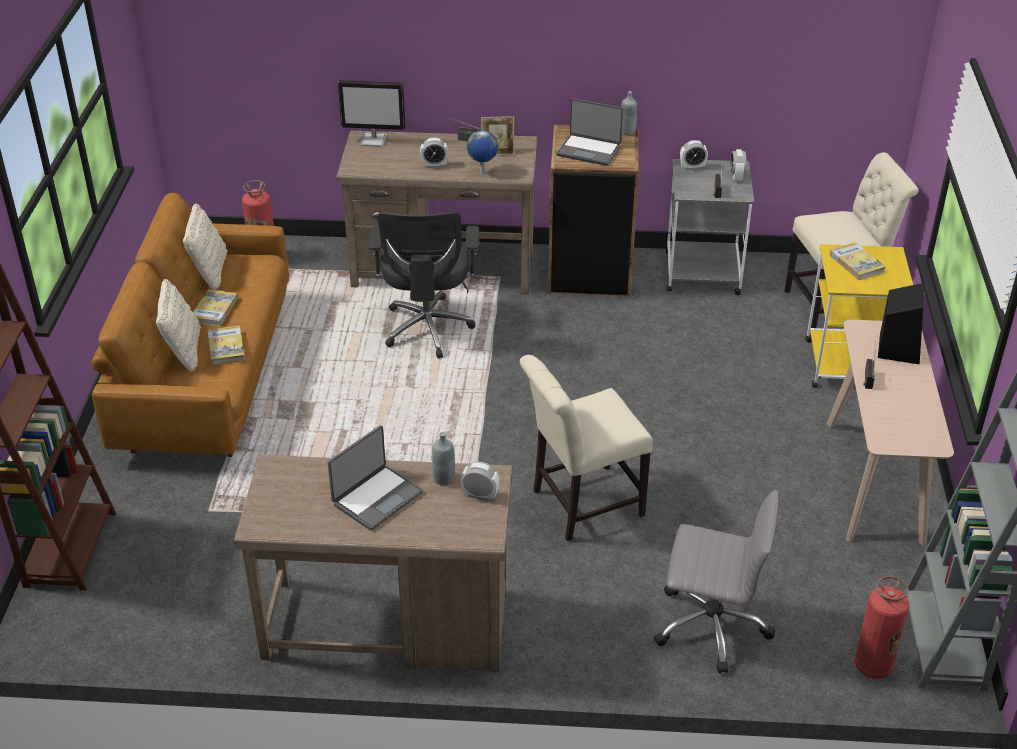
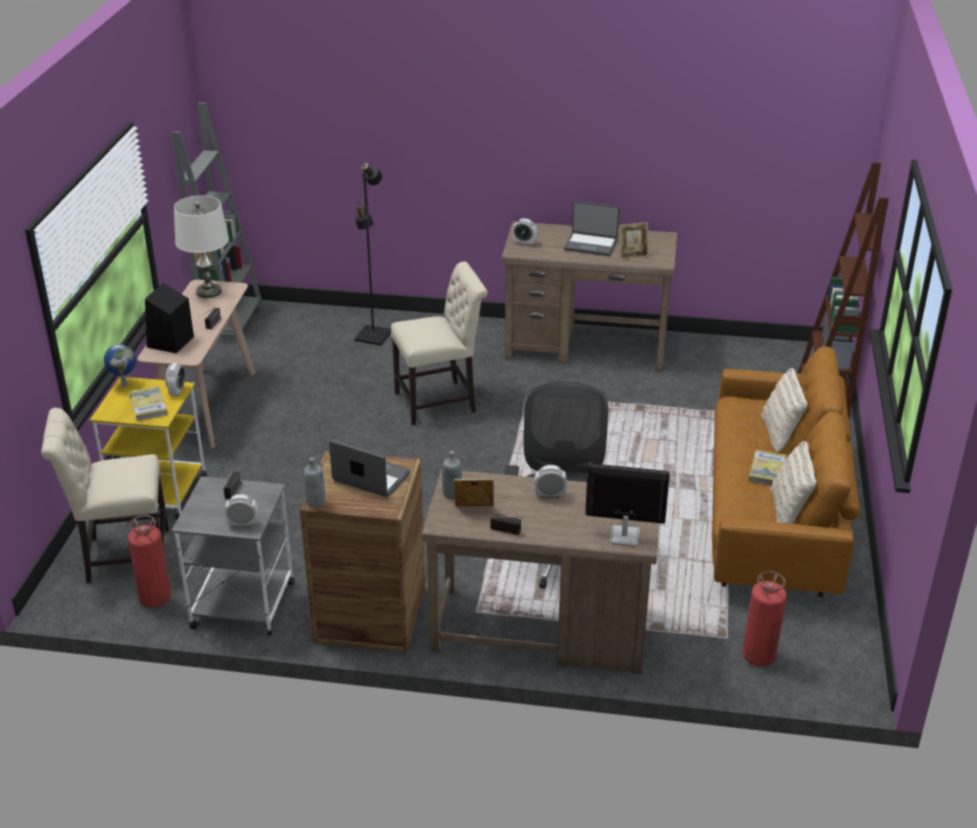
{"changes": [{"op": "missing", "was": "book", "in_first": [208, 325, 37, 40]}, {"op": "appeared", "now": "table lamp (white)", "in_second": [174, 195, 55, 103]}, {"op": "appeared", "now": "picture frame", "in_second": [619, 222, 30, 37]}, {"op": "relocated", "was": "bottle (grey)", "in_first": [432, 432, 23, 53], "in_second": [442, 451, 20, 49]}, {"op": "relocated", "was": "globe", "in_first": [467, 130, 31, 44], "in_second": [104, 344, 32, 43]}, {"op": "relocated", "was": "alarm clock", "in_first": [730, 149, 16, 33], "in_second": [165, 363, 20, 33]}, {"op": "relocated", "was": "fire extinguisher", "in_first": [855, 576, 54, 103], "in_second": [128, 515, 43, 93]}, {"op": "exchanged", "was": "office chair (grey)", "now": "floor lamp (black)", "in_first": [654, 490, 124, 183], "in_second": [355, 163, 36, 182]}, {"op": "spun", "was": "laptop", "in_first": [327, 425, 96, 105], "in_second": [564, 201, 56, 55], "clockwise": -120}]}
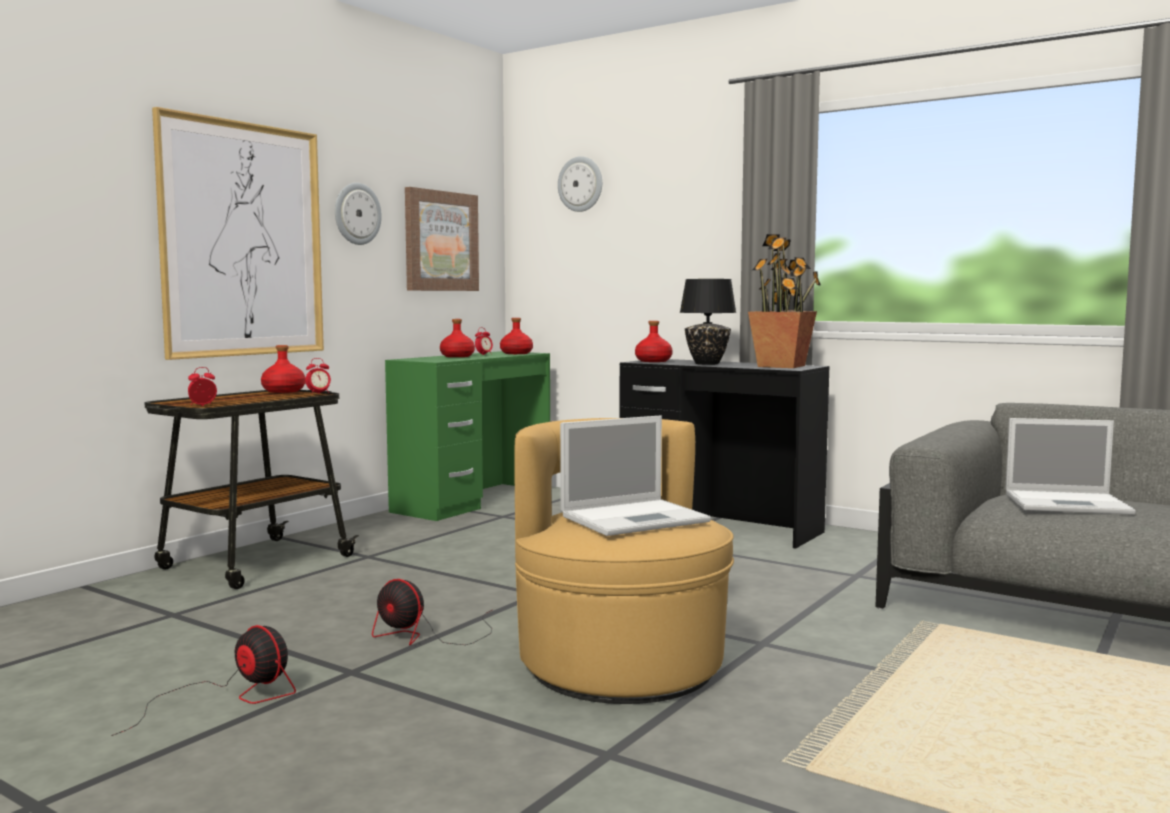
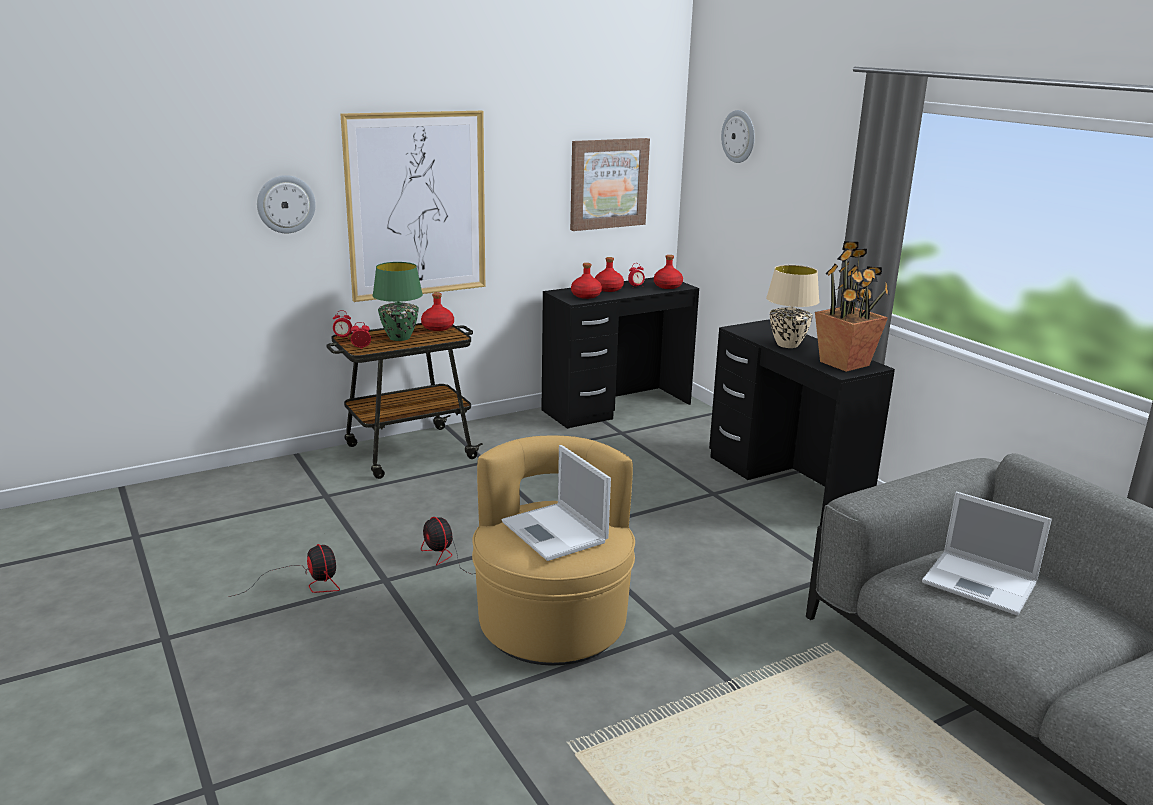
{"changes": [{"op": "appeared", "now": "table lamp (green)", "in_second": [373, 262, 50, 79]}, {"op": "relocated", "was": "alarm clock", "in_first": [305, 358, 26, 36], "in_second": [333, 310, 19, 29]}, {"op": "relocated", "was": "wall clock", "in_first": [335, 183, 47, 62], "in_second": [257, 175, 59, 58]}, {"op": "relocated", "was": "bottle (red)", "in_first": [635, 321, 38, 41], "in_second": [571, 263, 31, 36]}, {"op": "colour", "was": "desk (green)", "now": "desk (black)", "in_first": [385, 351, 165, 170], "in_second": [542, 277, 157, 152]}, {"op": "colour", "was": "table lamp (black)", "now": "table lamp (beige)", "in_first": [680, 279, 56, 86], "in_second": [766, 265, 54, 83]}, {"op": "spun", "was": "laptop", "in_first": [560, 415, 151, 121], "in_second": [502, 445, 109, 116], "clockwise": 60}]}
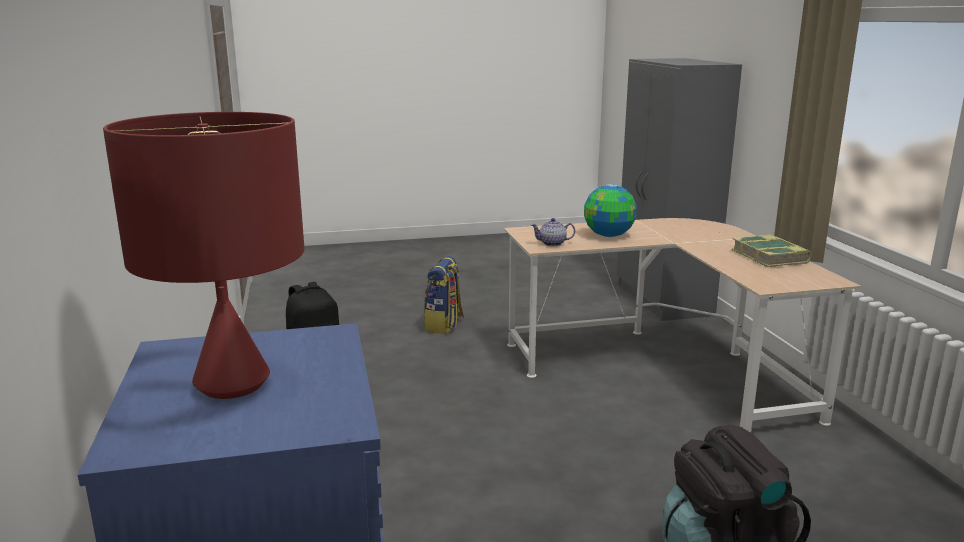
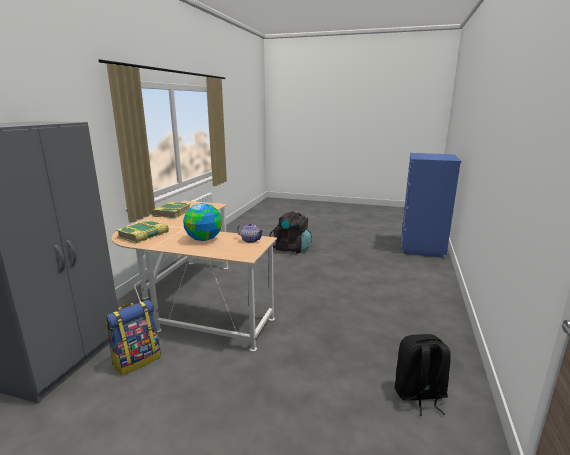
{"changes": [{"op": "missing", "was": "table lamp (red)", "in_first": [103, 112, 201, 287]}, {"op": "appeared", "now": "book", "in_second": [116, 220, 53, 23]}, {"op": "relocated", "was": "backpack", "in_first": [423, 256, 41, 78], "in_second": [106, 300, 55, 75]}]}
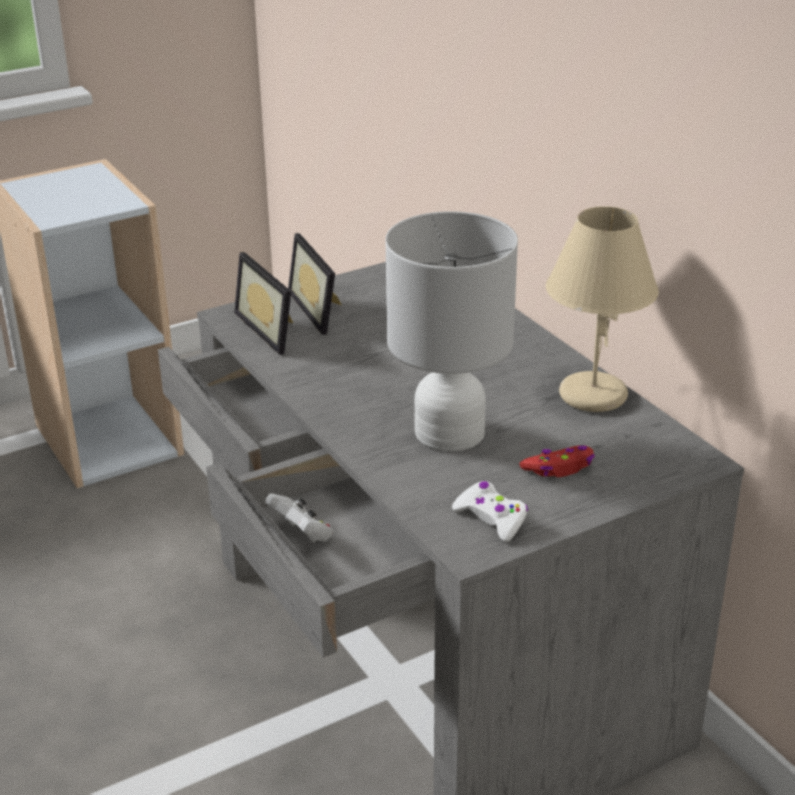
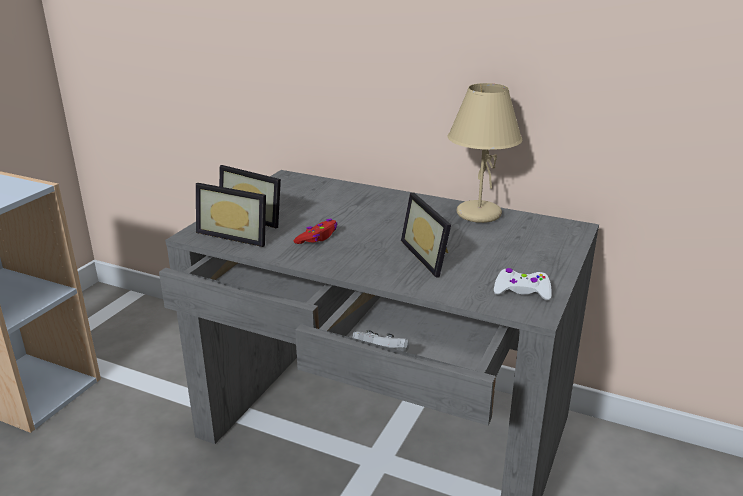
{"changes": [{"op": "relocated", "was": "game controller (red)", "in_first": [519, 445, 76, 32], "in_second": [294, 219, 43, 25]}, {"op": "exchanged", "was": "table lamp (grey)", "now": "picture frame", "in_first": [386, 211, 132, 240], "in_second": [401, 192, 50, 85]}]}
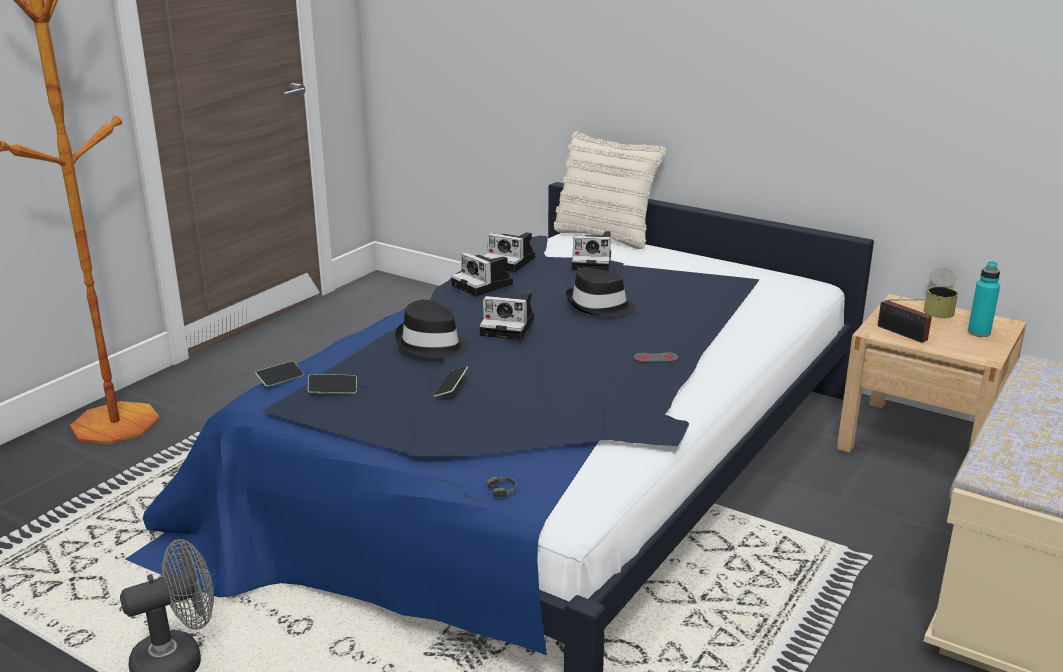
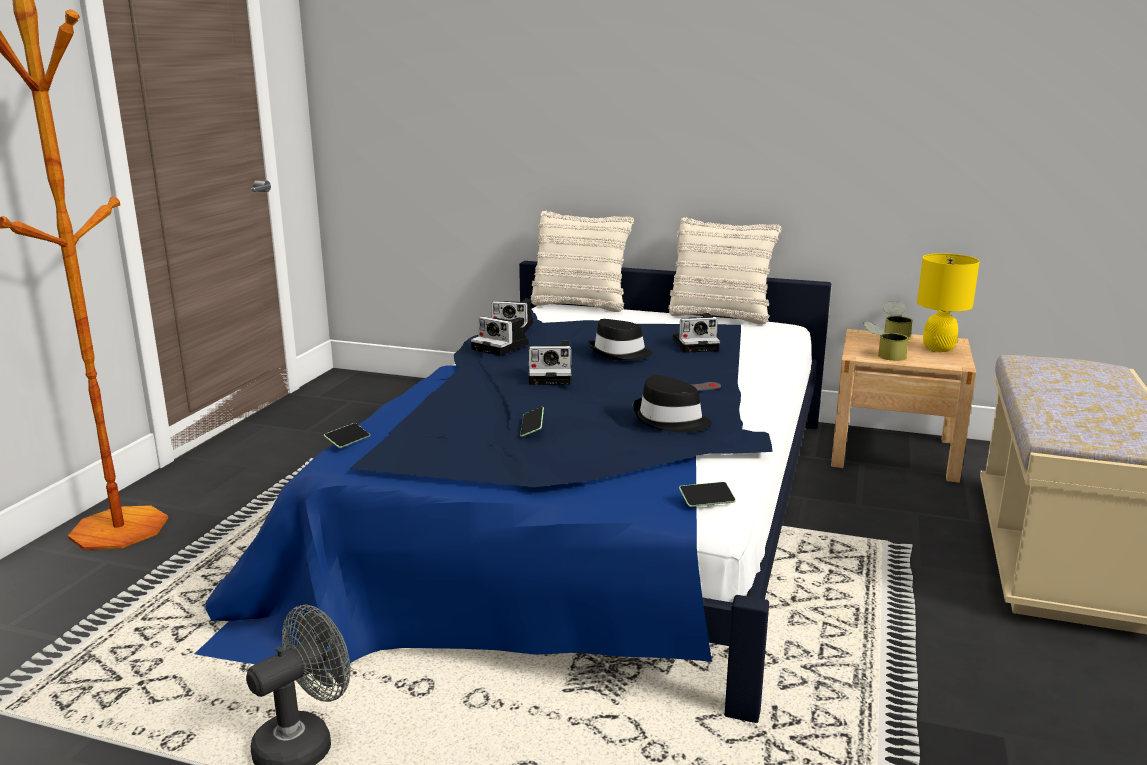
{"changes": [{"op": "missing", "was": "headphones", "in_first": [437, 477, 80, 23]}, {"op": "appeared", "now": "pillow (beige)", "in_second": [668, 217, 113, 107]}, {"op": "relocated", "was": "phone", "in_first": [308, 374, 49, 20], "in_second": [679, 482, 57, 25]}, {"op": "relocated", "was": "hat (black)", "in_first": [395, 300, 73, 58], "in_second": [633, 375, 79, 58]}, {"op": "relocated", "was": "photo camera", "in_first": [572, 231, 39, 40], "in_second": [673, 313, 47, 40]}, {"op": "exchanged", "was": "radio", "now": "can", "in_first": [878, 299, 62, 44], "in_second": [863, 321, 46, 40]}, {"op": "exchanged", "was": "bottle (turquoise)", "now": "table lamp (yellow)", "in_first": [968, 261, 32, 76], "in_second": [917, 253, 63, 99]}]}
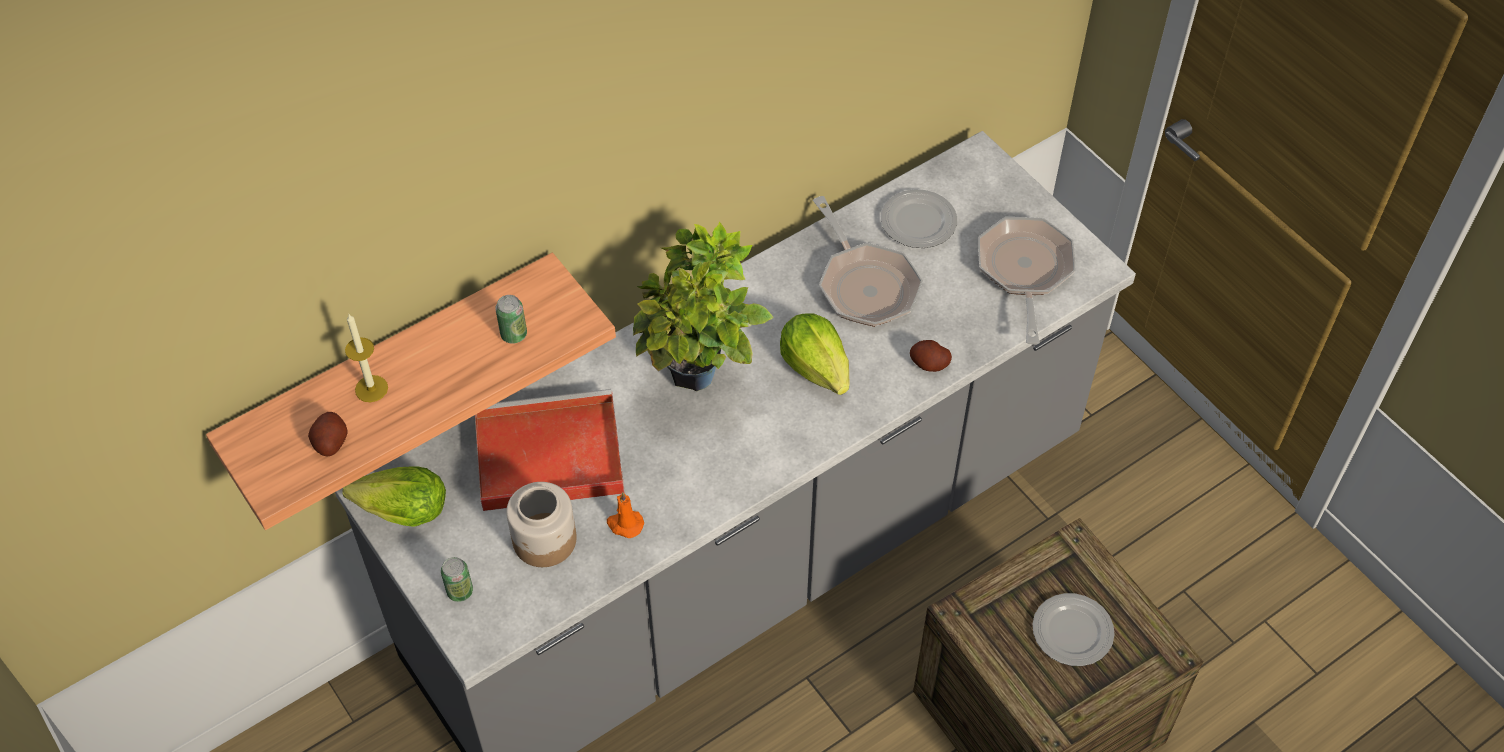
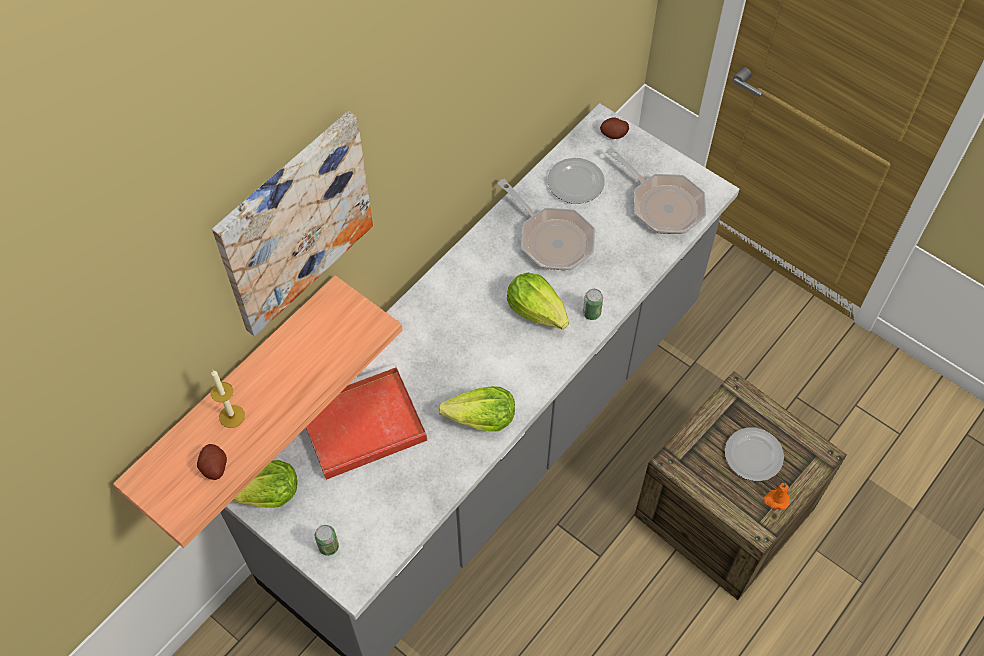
{"changes": [{"op": "missing", "was": "jar", "in_first": [506, 482, 71, 85]}, {"op": "missing", "was": "potted plant", "in_first": [633, 222, 141, 169]}, {"op": "appeared", "now": "picture", "in_second": [212, 111, 161, 225]}, {"op": "appeared", "now": "lettuce", "in_second": [438, 386, 77, 46]}, {"op": "relocated", "was": "can", "in_first": [495, 295, 32, 49], "in_second": [583, 289, 20, 31]}, {"op": "relocated", "was": "candle (orange)", "in_first": [607, 492, 37, 46], "in_second": [763, 483, 27, 27]}, {"op": "relocated", "was": "potato", "in_first": [910, 340, 42, 32], "in_second": [600, 117, 29, 22]}, {"op": "spun", "was": "frying pan", "in_first": [978, 217, 98, 128], "in_second": [606, 147, 100, 87], "clockwise": 150}]}
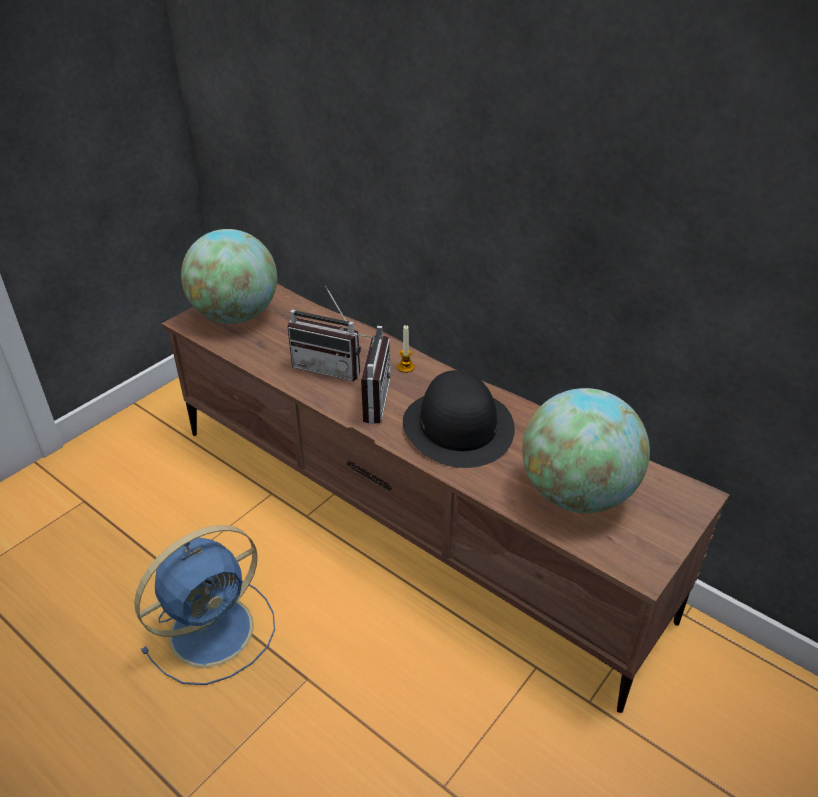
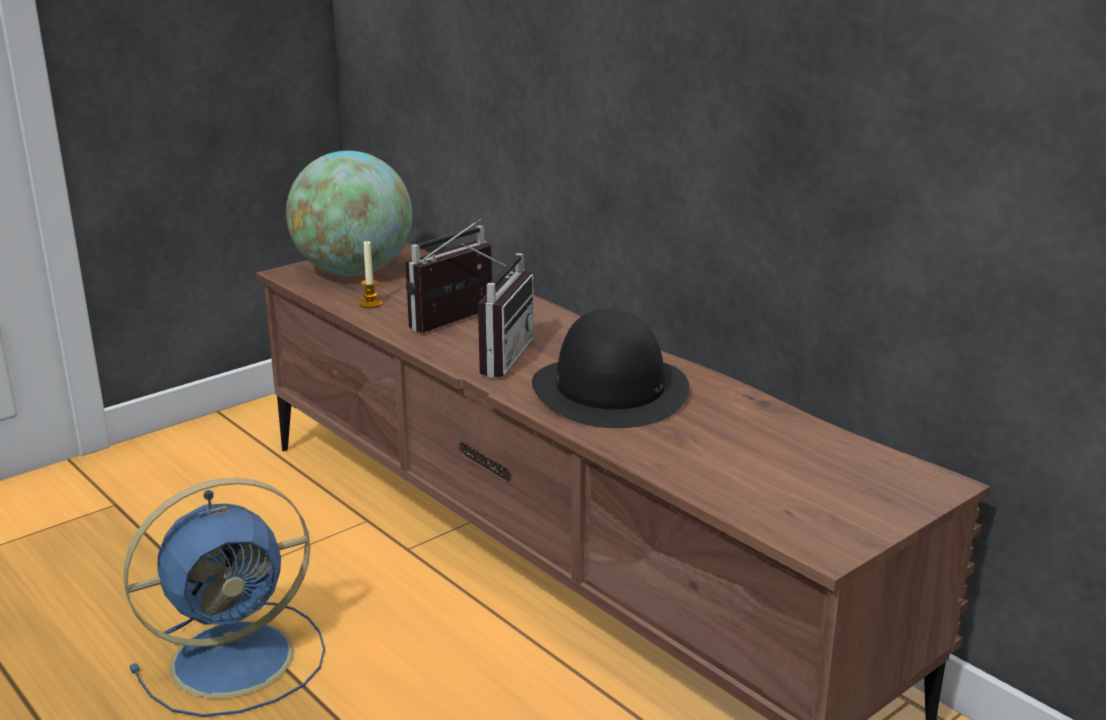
{"changes": [{"op": "missing", "was": "globe", "in_first": [522, 388, 128, 125]}, {"op": "relocated", "was": "candle", "in_first": [397, 325, 18, 48], "in_second": [359, 241, 23, 67]}, {"op": "spun", "was": "radio", "in_first": [287, 286, 74, 95], "in_second": [406, 218, 86, 115], "clockwise": 105}]}
